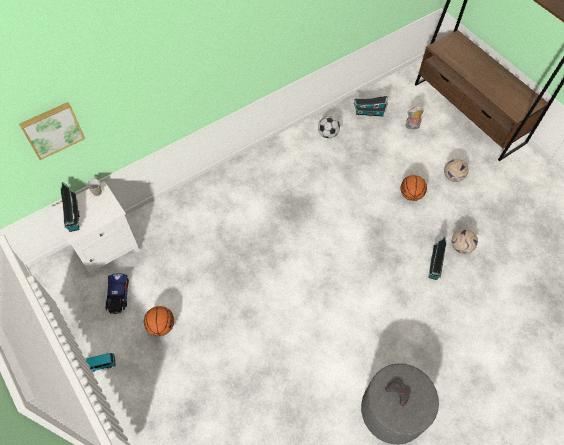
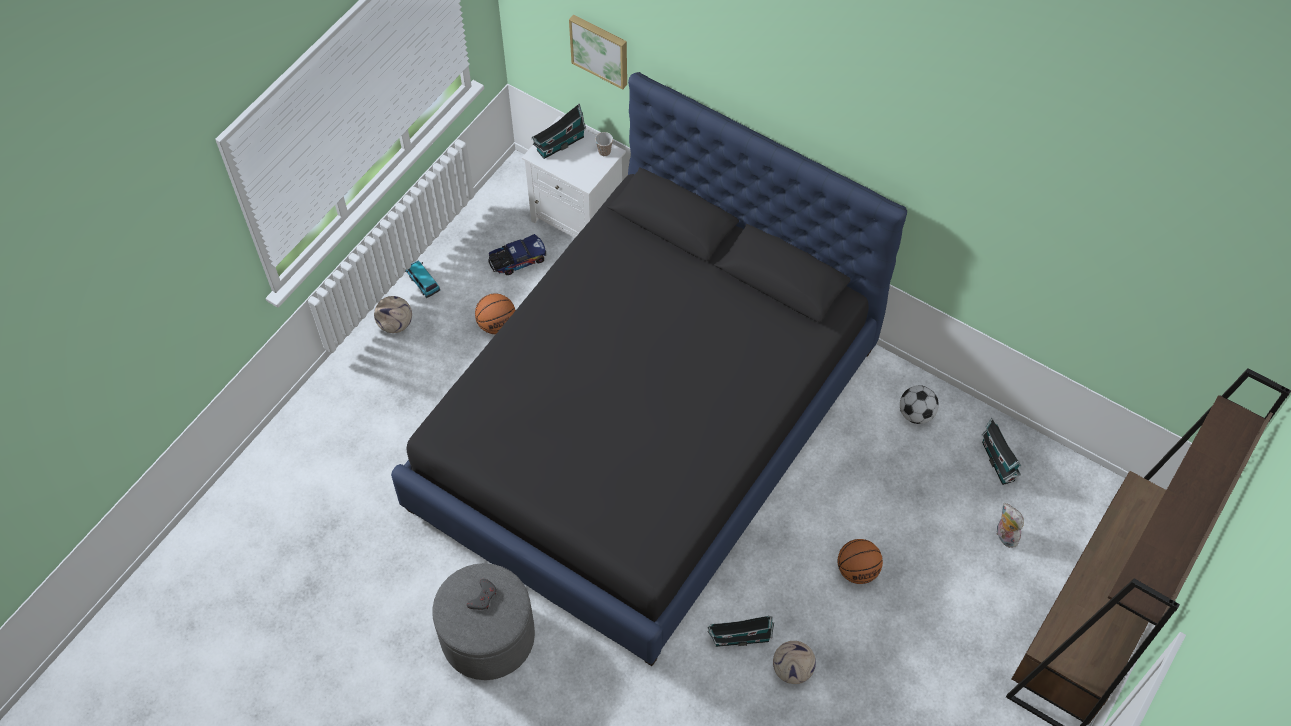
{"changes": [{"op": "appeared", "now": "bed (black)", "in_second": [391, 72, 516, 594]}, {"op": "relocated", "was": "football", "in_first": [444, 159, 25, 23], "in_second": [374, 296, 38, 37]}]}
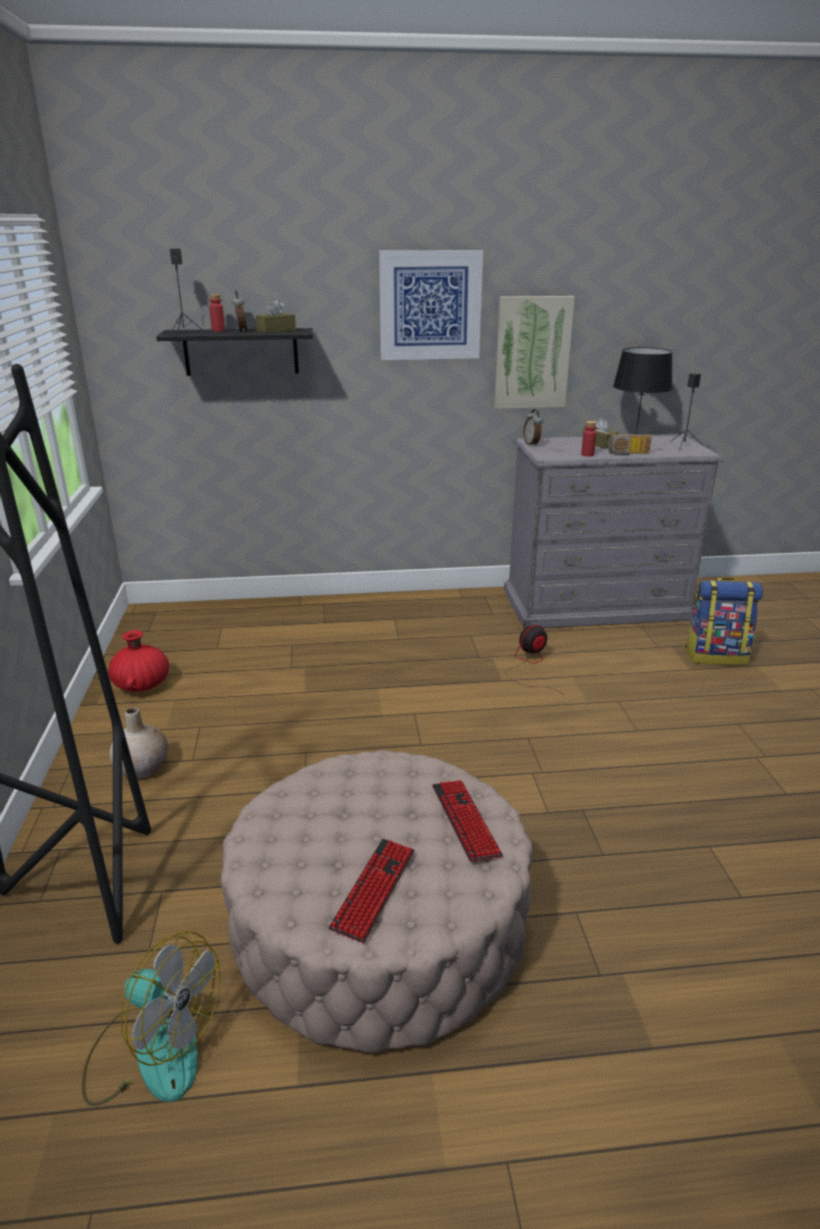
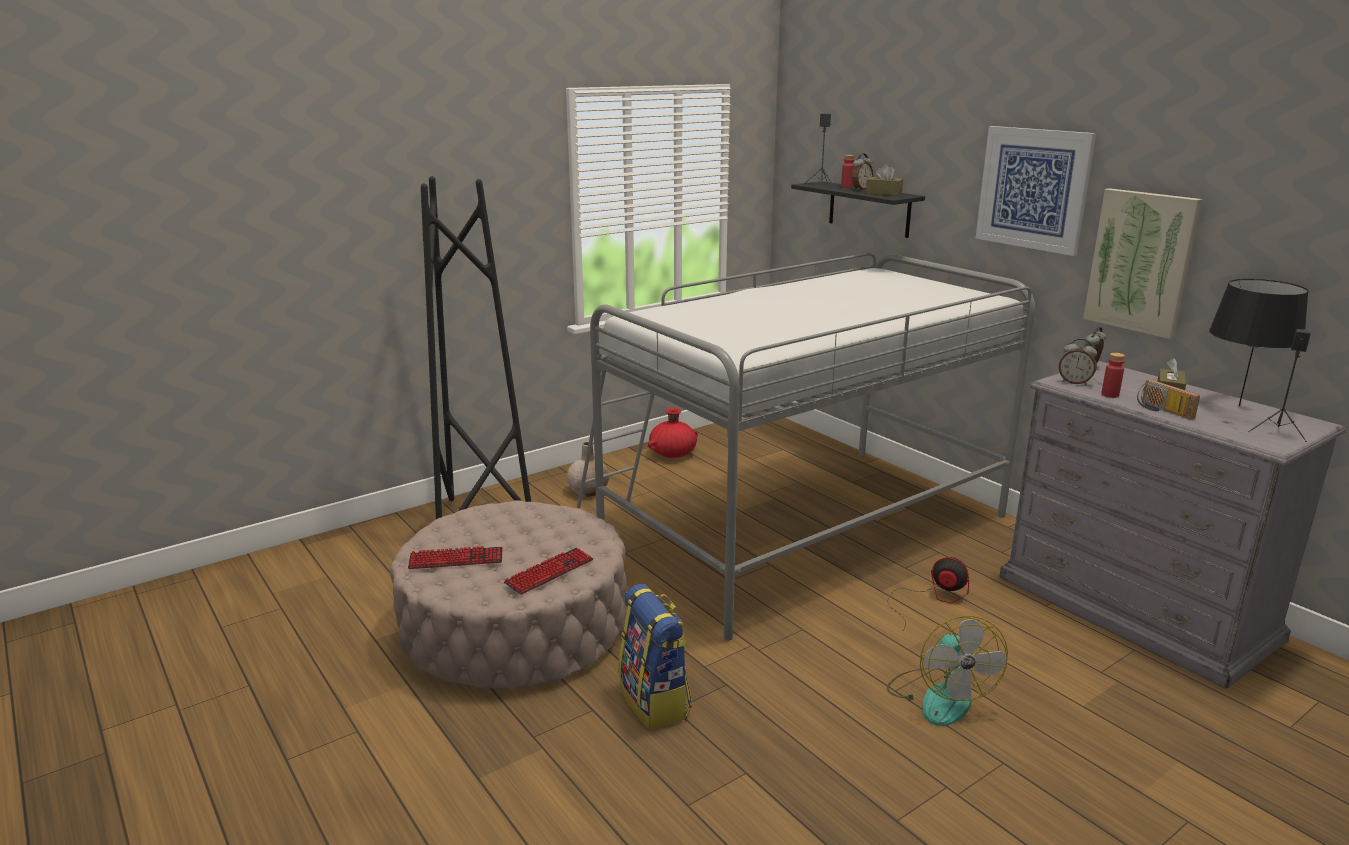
{"changes": [{"op": "appeared", "now": "bed (grey)", "in_second": [577, 253, 458, 388]}, {"op": "appeared", "now": "alarm clock", "in_second": [1059, 338, 38, 47]}, {"op": "relocated", "was": "fan", "in_first": [82, 931, 139, 175], "in_second": [887, 616, 121, 110]}, {"op": "relocated", "was": "backpack", "in_first": [685, 578, 78, 87], "in_second": [618, 584, 74, 146]}]}
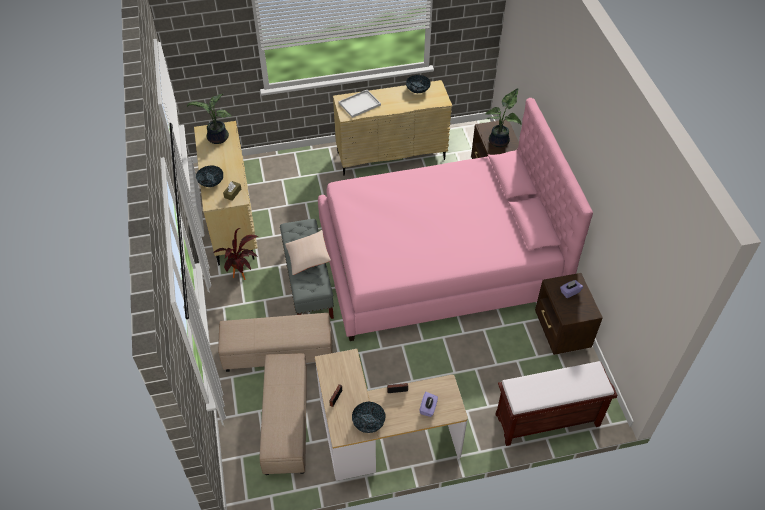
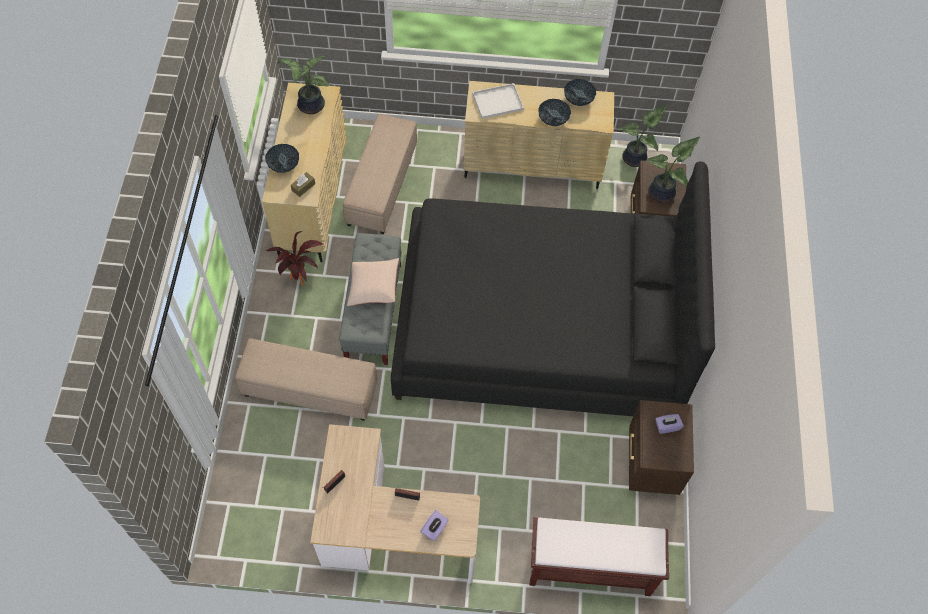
{"changes": [{"op": "appeared", "now": "potted plant", "in_second": [620, 105, 47, 62]}, {"op": "relocated", "was": "ottoman (beige)", "in_first": [259, 353, 48, 122], "in_second": [343, 114, 74, 120]}, {"op": "relocated", "was": "bowl", "in_first": [352, 401, 33, 32], "in_second": [538, 99, 33, 27]}, {"op": "colour", "was": "bed (pink)", "now": "bed (black)", "in_first": [318, 98, 275, 243], "in_second": [391, 161, 324, 255]}]}
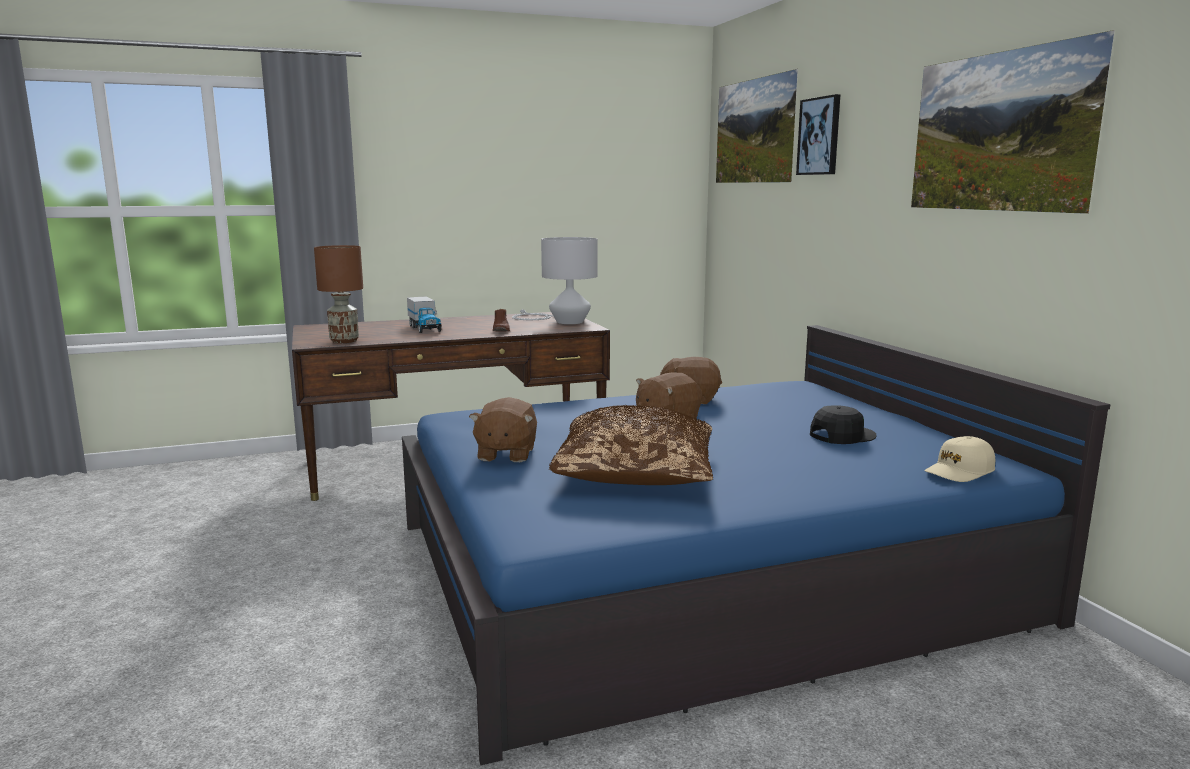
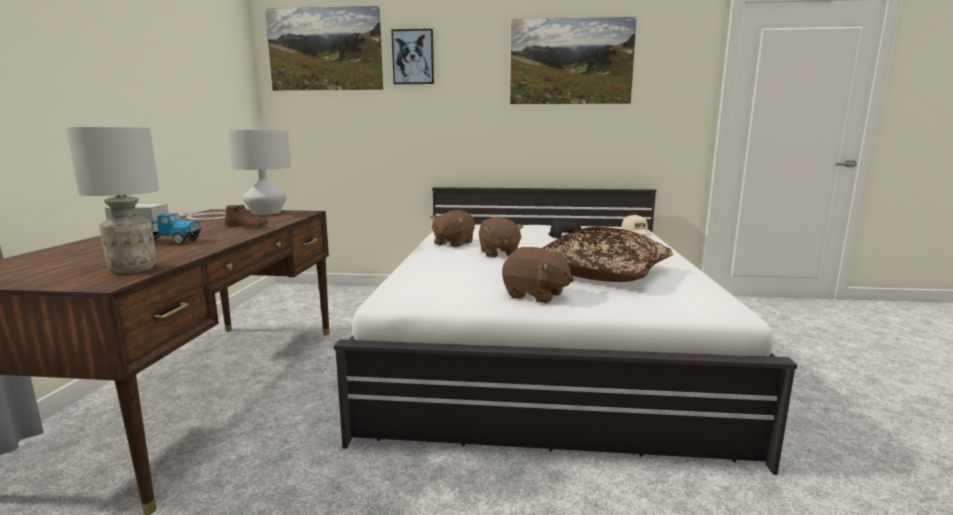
{"changes": [{"op": "colour", "was": "table lamp (brown)", "now": "table lamp (grey)", "in_first": [314, 245, 49, 98], "in_second": [66, 127, 93, 147]}, {"op": "colour", "was": "bed (blue)", "now": "bed (white)", "in_first": [402, 325, 708, 440], "in_second": [334, 187, 463, 288]}]}
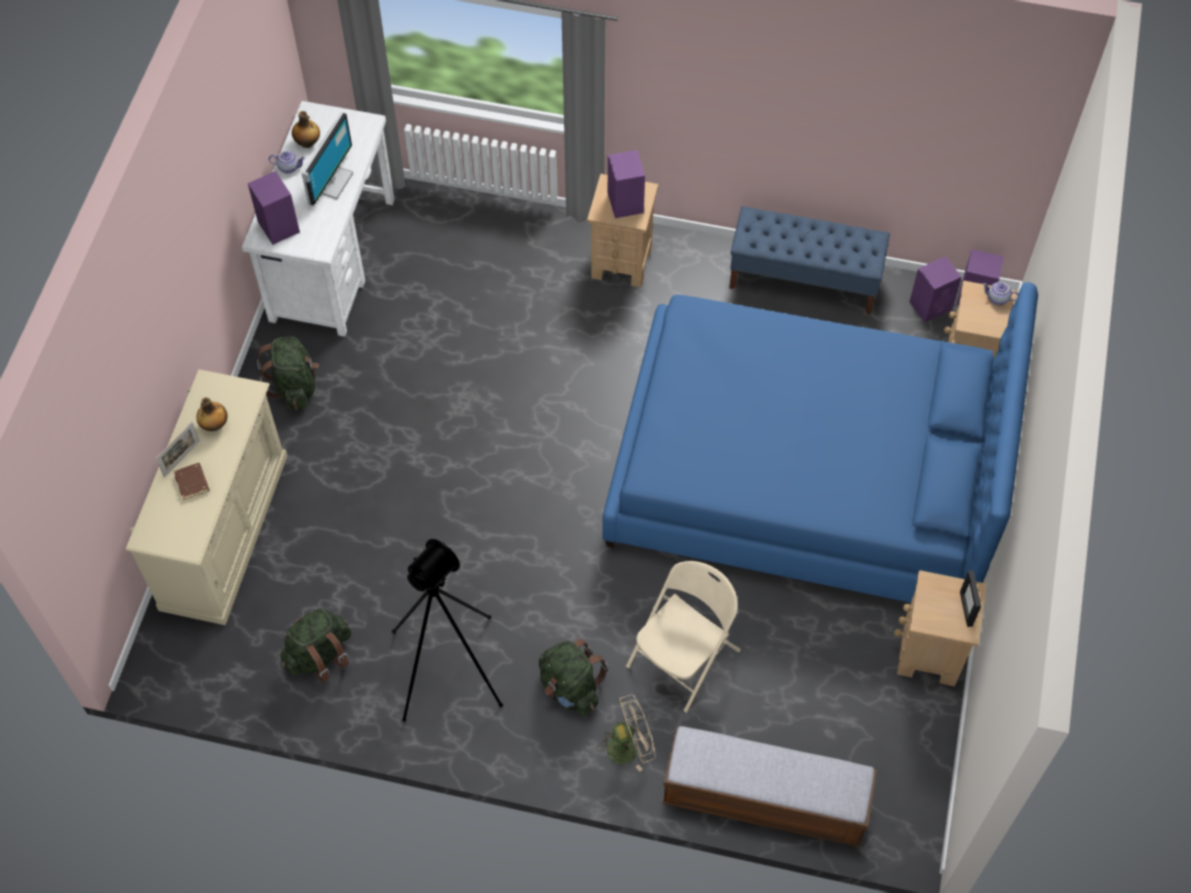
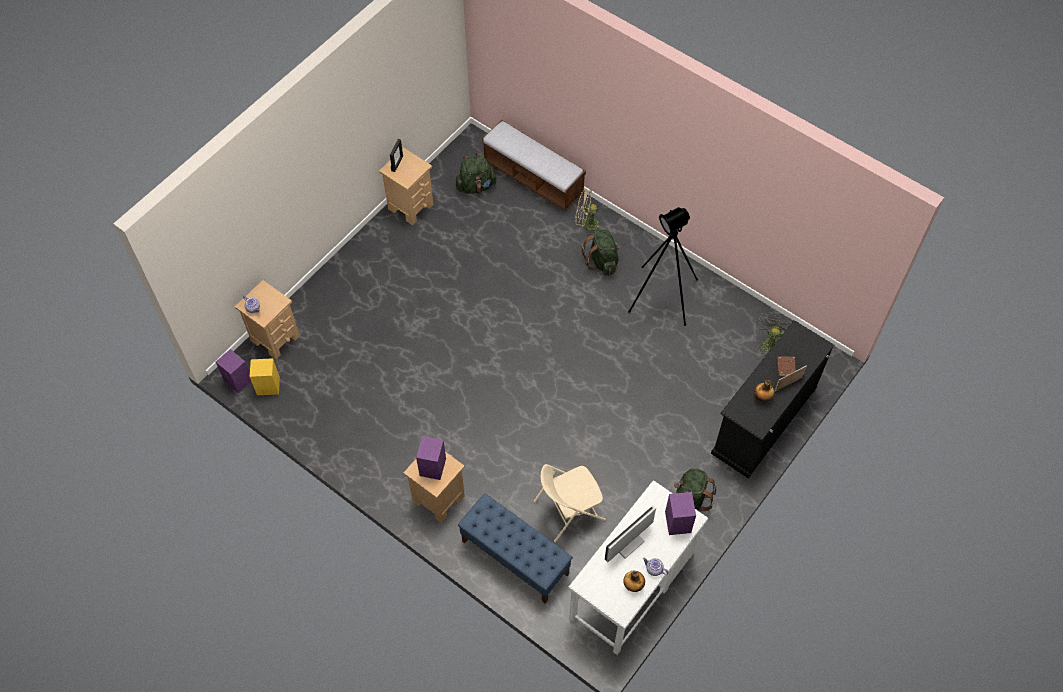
{"changes": [{"op": "missing", "was": "bed (blue)", "in_first": [602, 282, 436, 321]}, {"op": "appeared", "now": "fan (grey)", "in_second": [756, 312, 35, 44]}, {"op": "relocated", "was": "backpack (green)", "in_first": [280, 608, 71, 75], "in_second": [455, 153, 42, 41]}, {"op": "relocated", "was": "chair (beige)", "in_first": [626, 561, 114, 152], "in_second": [534, 464, 72, 79]}, {"op": "relocated", "was": "bench (blue)", "in_first": [729, 206, 161, 109], "in_second": [458, 493, 115, 111]}, {"op": "colour", "was": "dresser (beige)", "now": "dresser (black)", "in_first": [126, 369, 162, 256], "in_second": [711, 320, 123, 159]}, {"op": "colour", "was": "speaker (purple)", "now": "speaker (yellow)", "in_first": [909, 256, 53, 66], "in_second": [250, 358, 30, 37]}]}
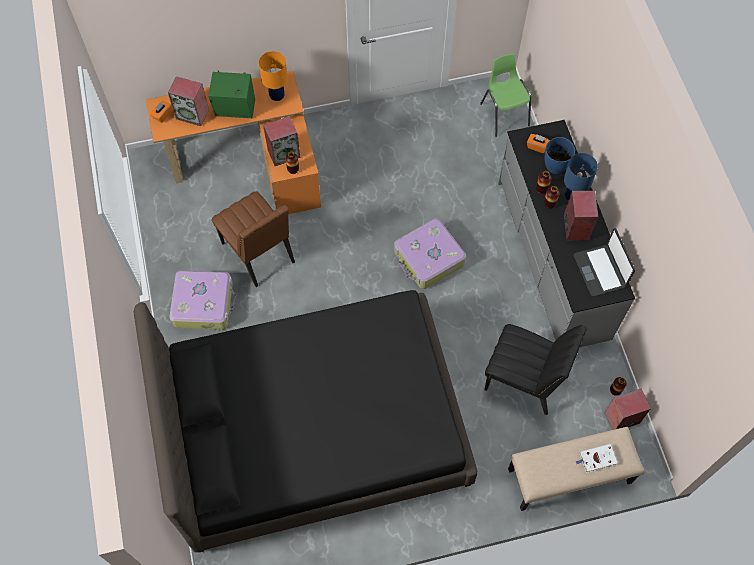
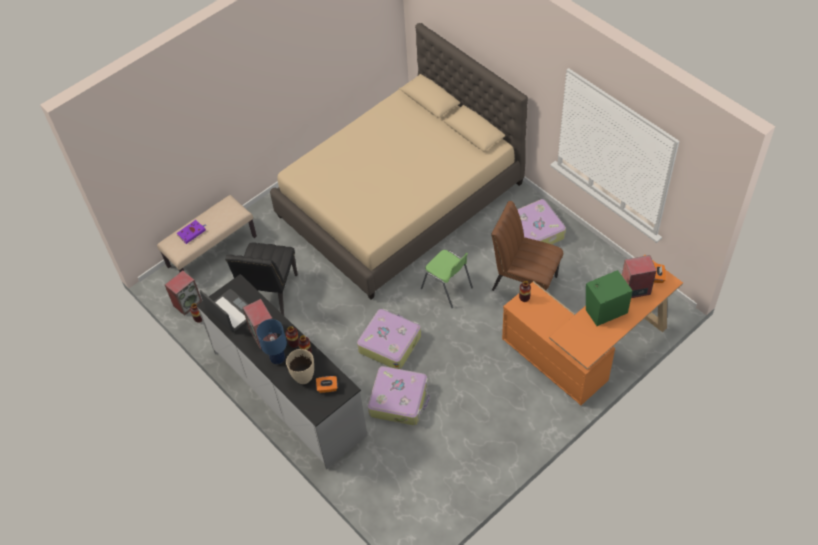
{"changes": [{"op": "missing", "was": "table lamp (orange)", "in_first": [259, 51, 29, 50]}, {"op": "missing", "was": "speaker", "in_first": [263, 116, 37, 50]}, {"op": "appeared", "now": "suitcase", "in_second": [368, 366, 62, 59]}, {"op": "relocated", "was": "chair (green)", "in_first": [480, 53, 51, 84], "in_second": [421, 250, 52, 58]}, {"op": "colour", "was": "bed (black)", "now": "bed (beige)", "in_first": [134, 290, 344, 262], "in_second": [270, 23, 258, 277]}, {"op": "colour", "was": "vase (blue)", "now": "vase (beige)", "in_first": [545, 137, 30, 37], "in_second": [286, 349, 28, 35]}, {"op": "colour", "was": "book (white)", "now": "book (purple)", "in_first": [576, 444, 41, 29], "in_second": [177, 220, 29, 24]}, {"op": "spun", "was": "chair (black)", "in_first": [484, 324, 103, 91], "in_second": [225, 243, 73, 72], "clockwise": -75}]}
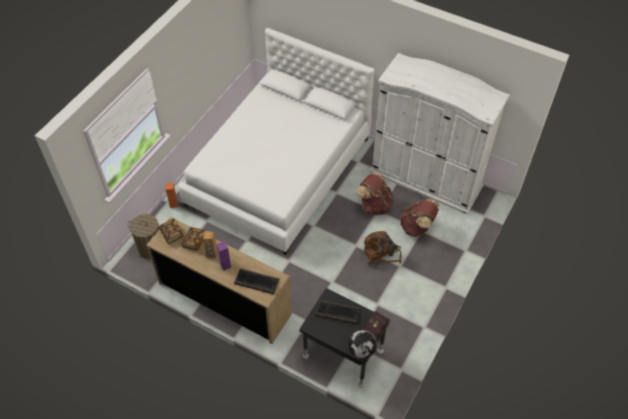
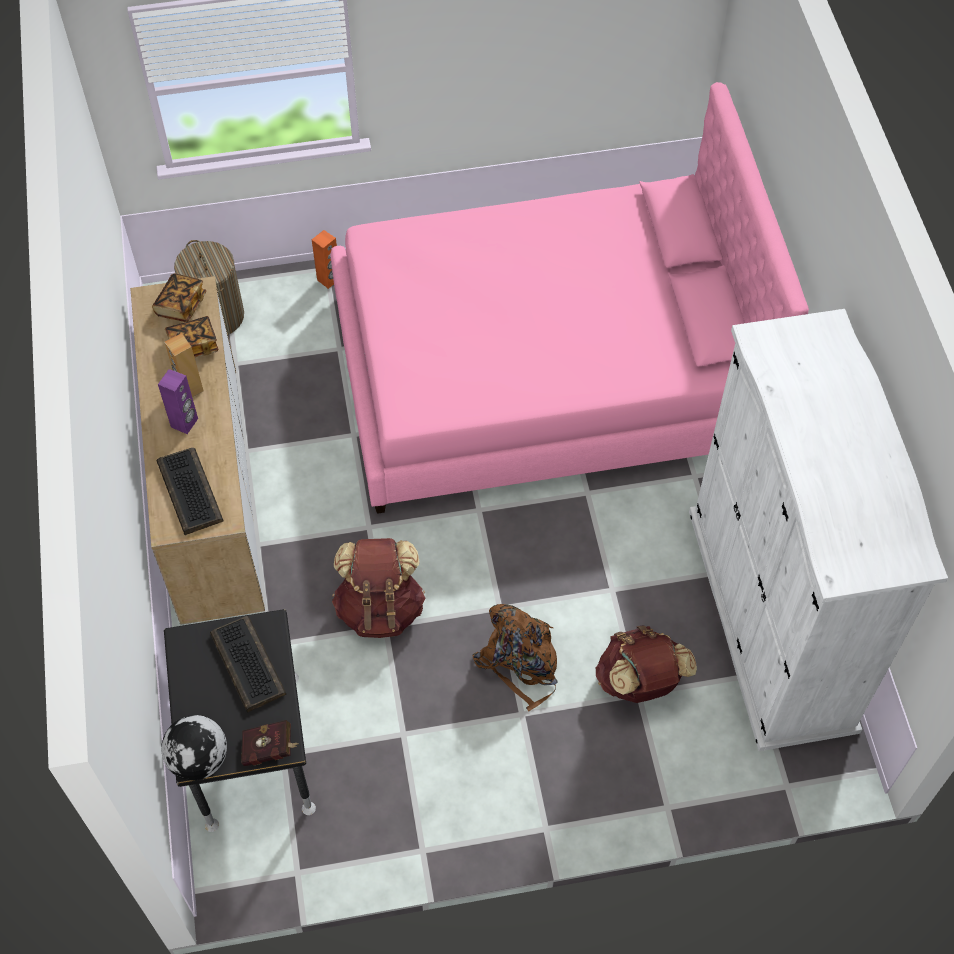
{"changes": [{"op": "relocated", "was": "backpack (brown)", "in_first": [357, 172, 37, 44], "in_second": [332, 538, 93, 100]}, {"op": "colour", "was": "bed (white)", "now": "bed (pink)", "in_first": [178, 28, 197, 227], "in_second": [330, 82, 479, 432]}]}
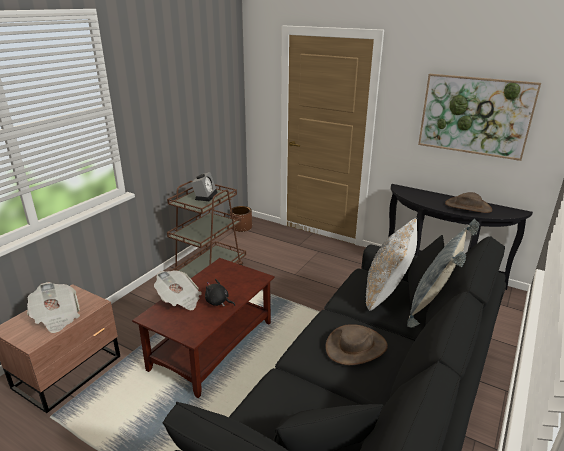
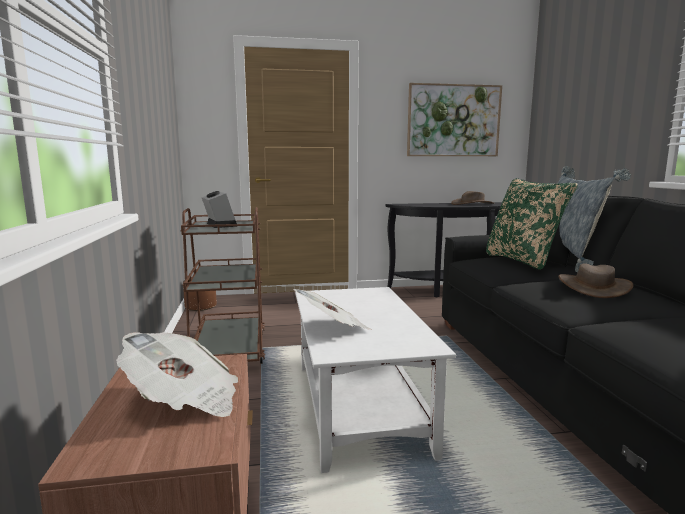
{"changes": [{"op": "missing", "was": "plush toy (black)", "in_first": [205, 279, 30, 28]}, {"op": "colour", "was": "coffee table (brown)", "now": "coffee table (white)", "in_first": [132, 258, 143, 140], "in_second": [295, 287, 161, 186]}, {"op": "colour", "was": "pillow (white)", "now": "pillow (green)", "in_first": [366, 218, 51, 93], "in_second": [486, 179, 91, 91]}]}
